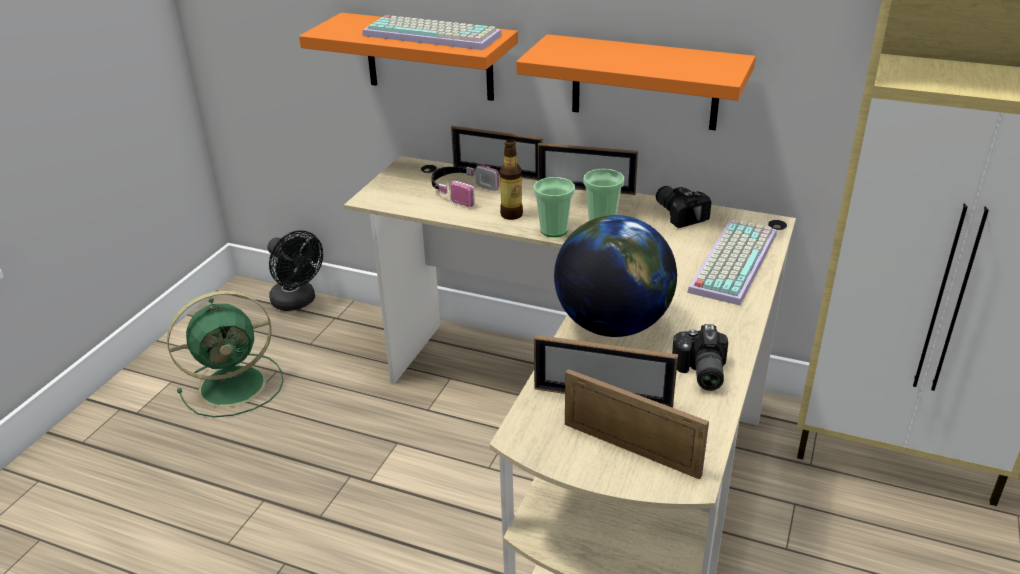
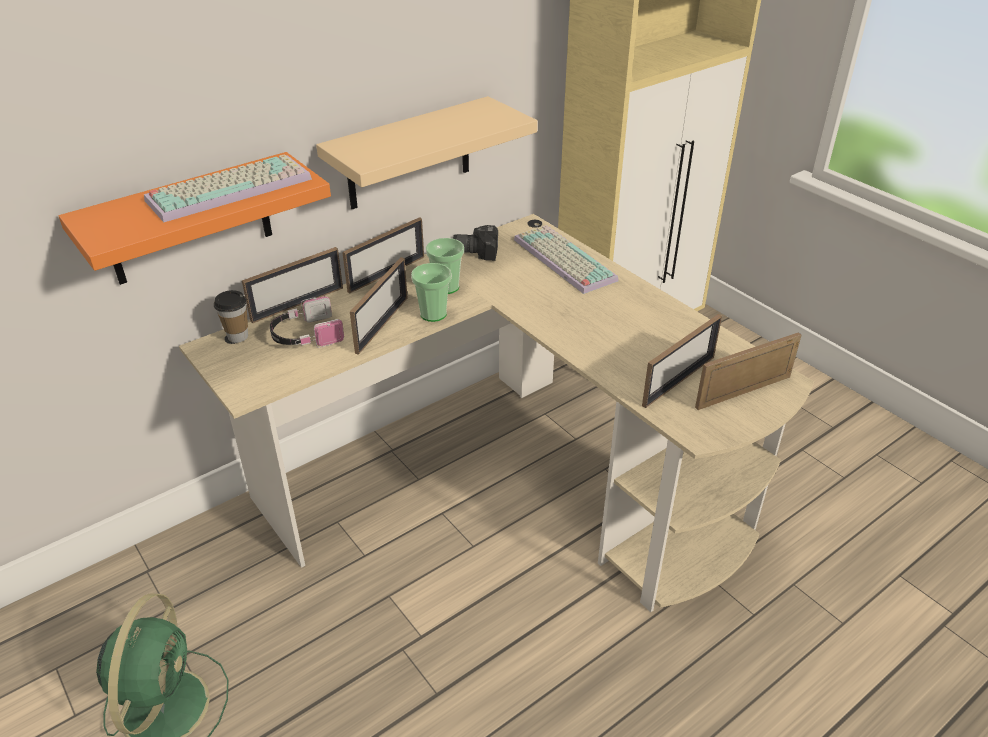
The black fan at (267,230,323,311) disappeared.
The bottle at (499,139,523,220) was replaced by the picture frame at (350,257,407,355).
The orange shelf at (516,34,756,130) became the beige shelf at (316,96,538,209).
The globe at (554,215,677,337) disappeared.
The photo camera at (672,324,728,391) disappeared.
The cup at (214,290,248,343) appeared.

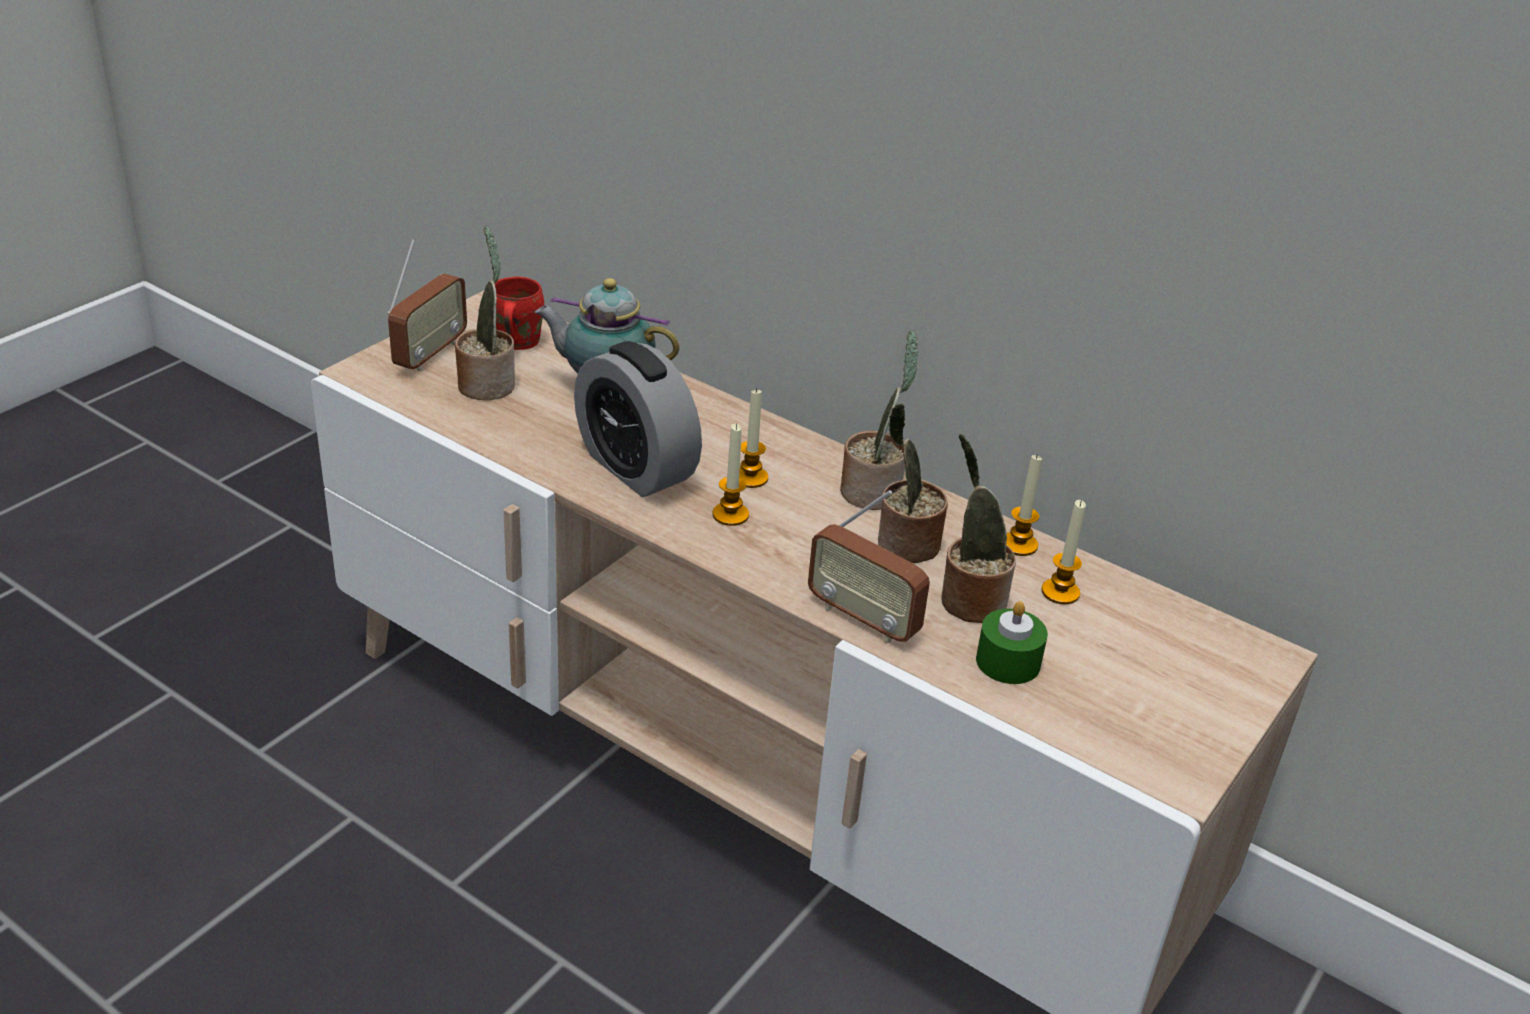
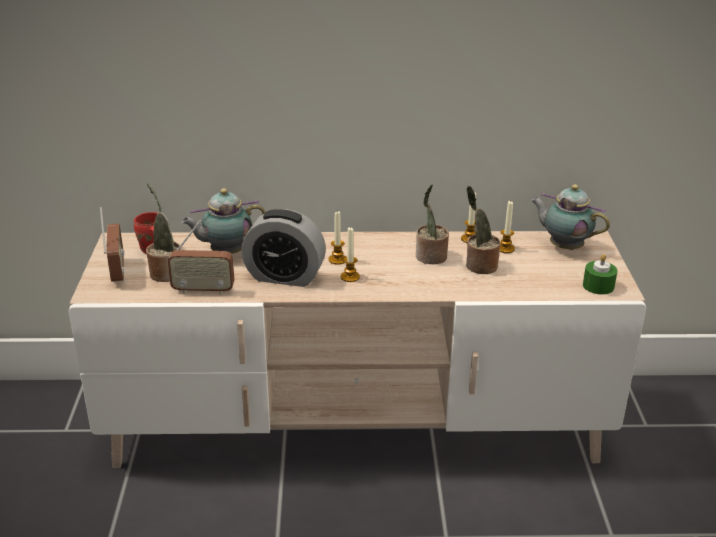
The radio moved from (808,490,930,644) to (168,220,234,295).
The potted plant at (840,330,919,510) disappeared.
The green candle moved from (976,601,1048,684) to (583,254,617,295).
The teapot at (531,184,610,250) appeared.

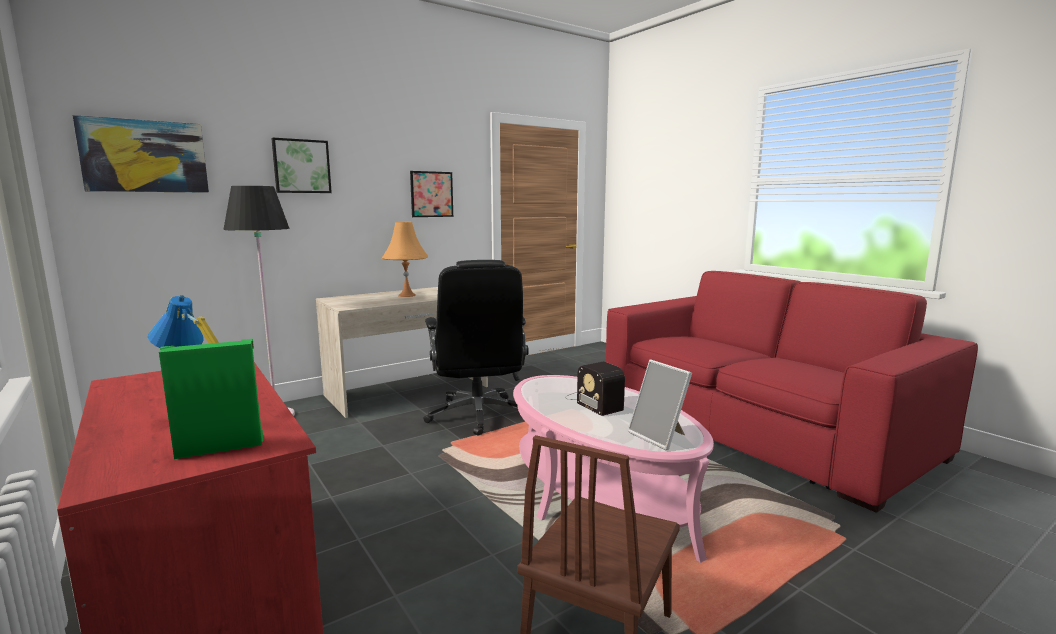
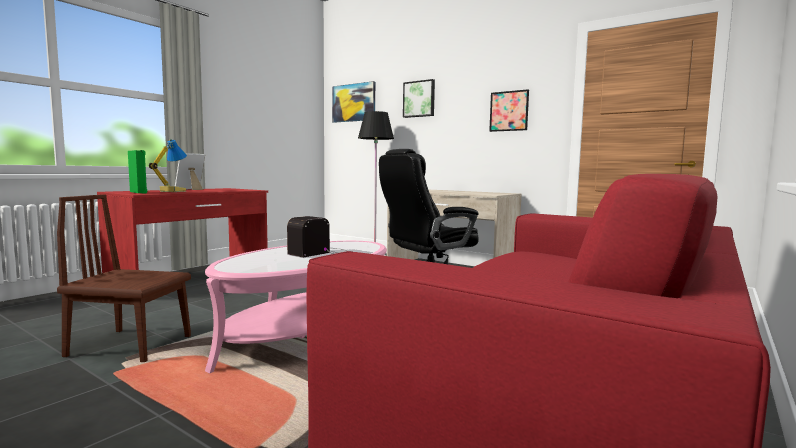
The orange table lamp at (382,222,428,297) disappeared.
The picture frame moved from (628,360,692,450) to (175,153,205,190).

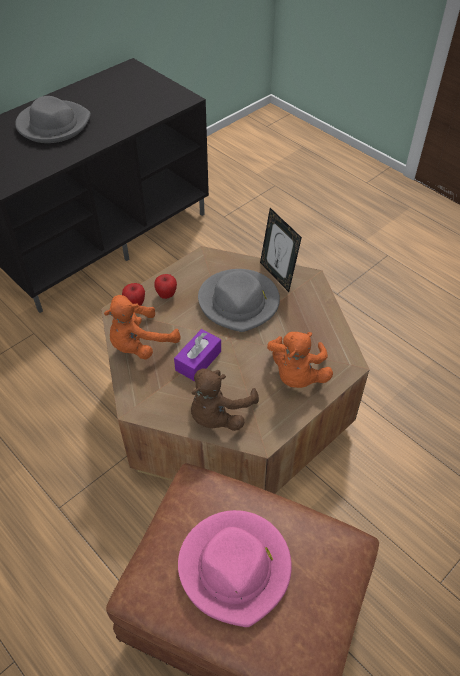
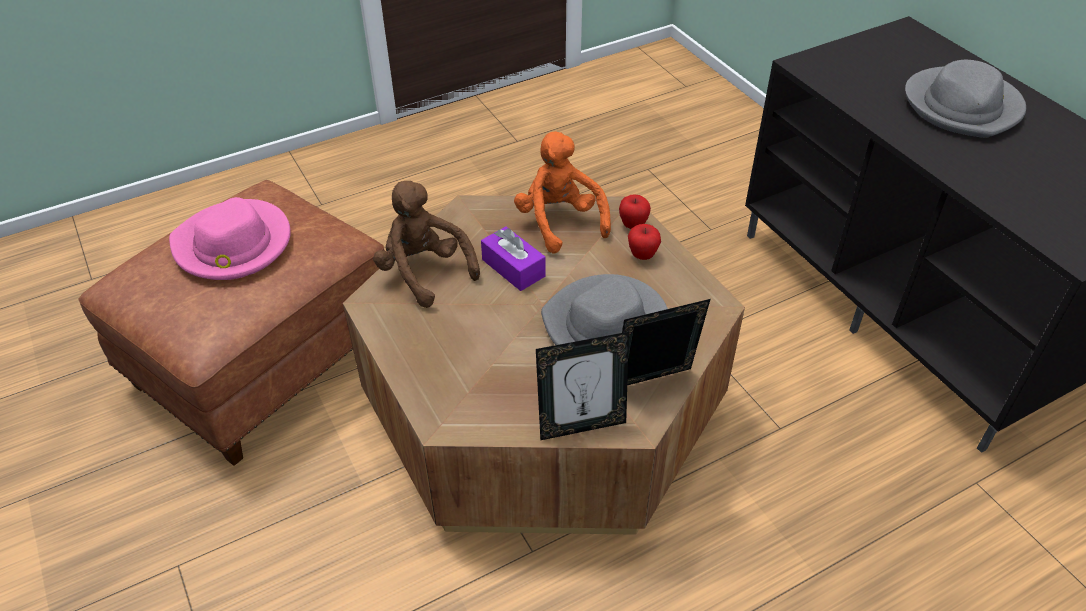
The orange plush toy at (267,332,333,388) disappeared.
The picture frame at (536,332,629,440) appeared.

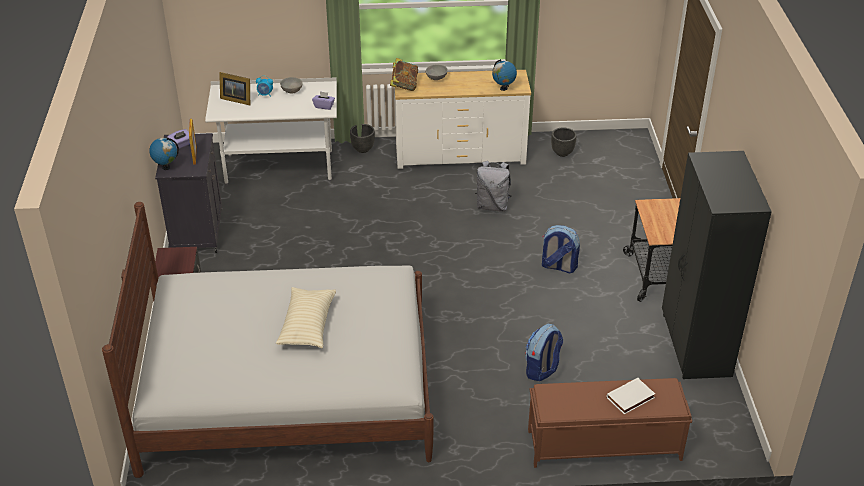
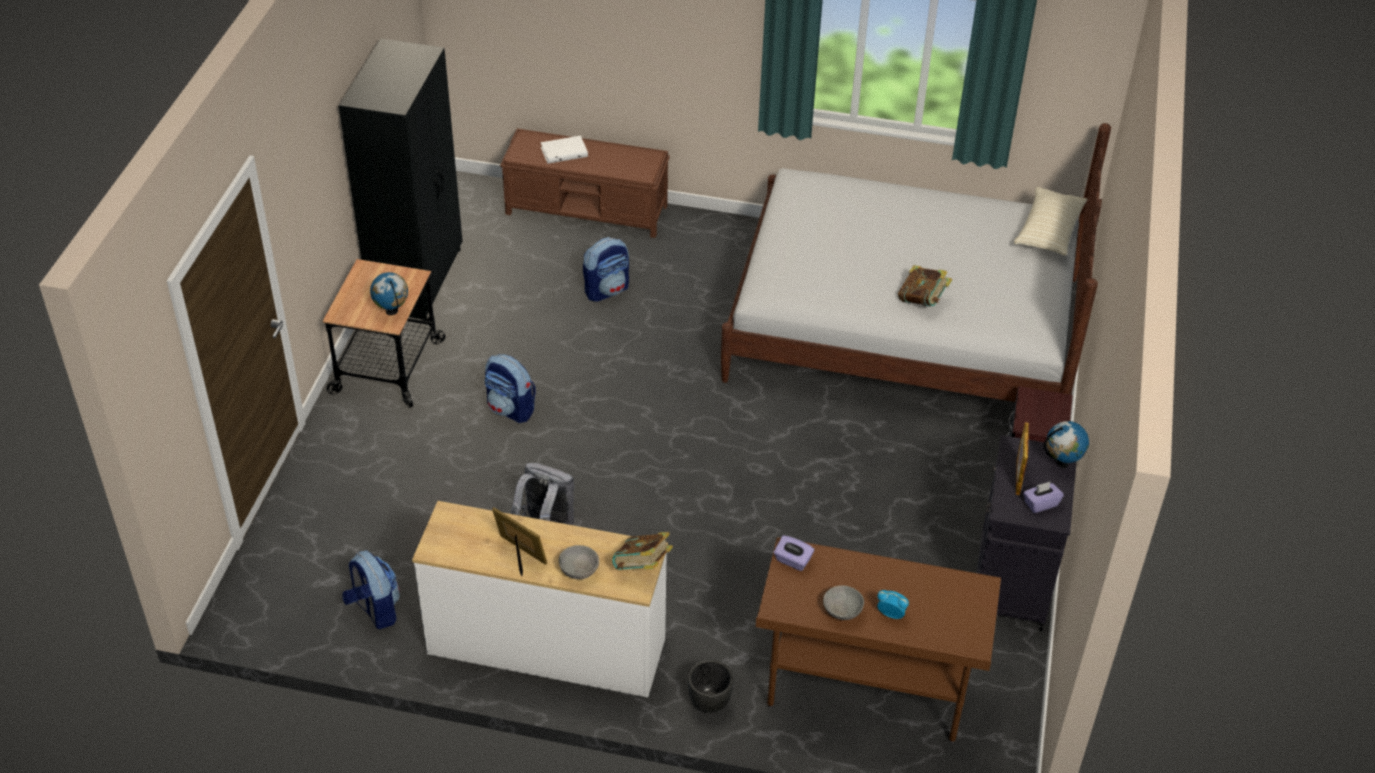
The white desk at (205,78,337,185) became the brown desk at (756,537,1001,743).
The picture frame moved from (219,72,250,105) to (492,507,547,576).
The beige pillow moved from (276,287,336,349) to (1014,187,1088,256).
The globe moved from (492,59,517,91) to (370,272,408,315).
The black planter at (551,127,577,157) was replaced by the backpack at (342,550,400,629).
The book at (898,265,952,307) appeared.

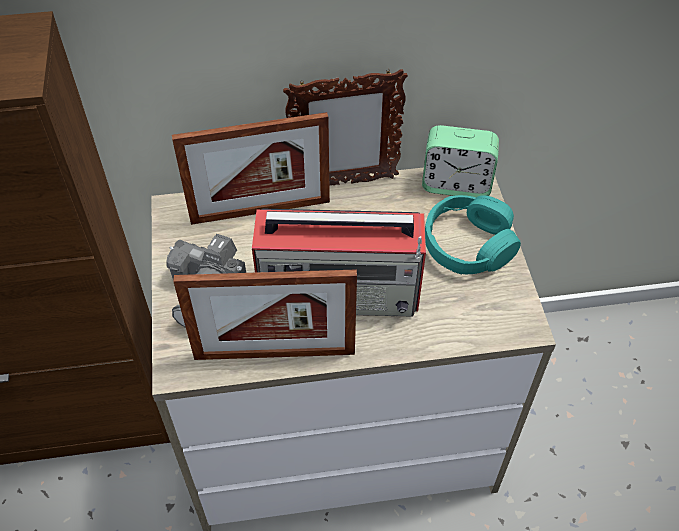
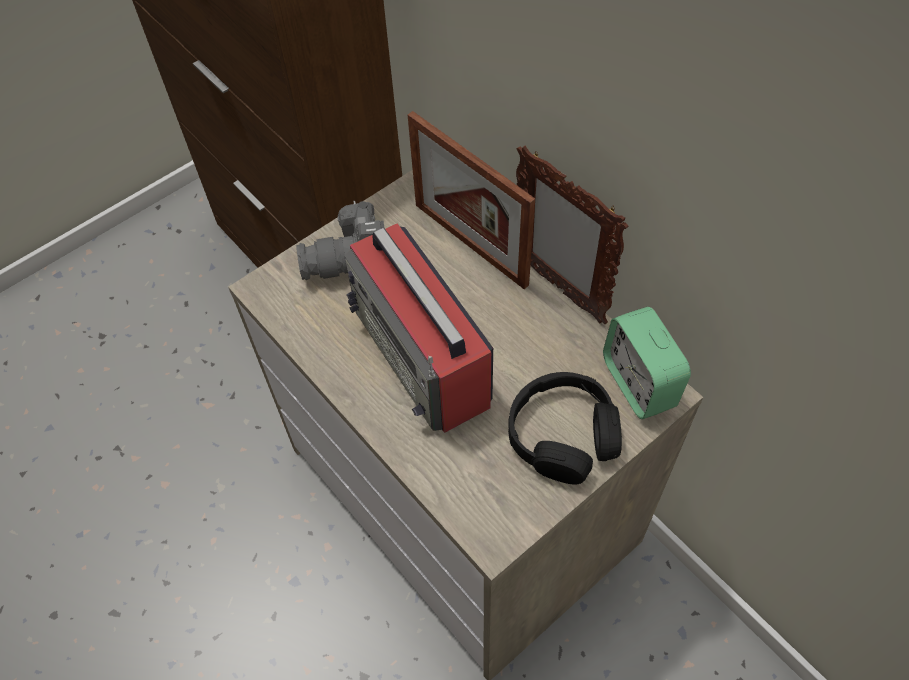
The picture frame at (173,270,357,360) disappeared.
The turquoise headphones at (425,195,521,274) became the black headphones at (508,372,622,485).

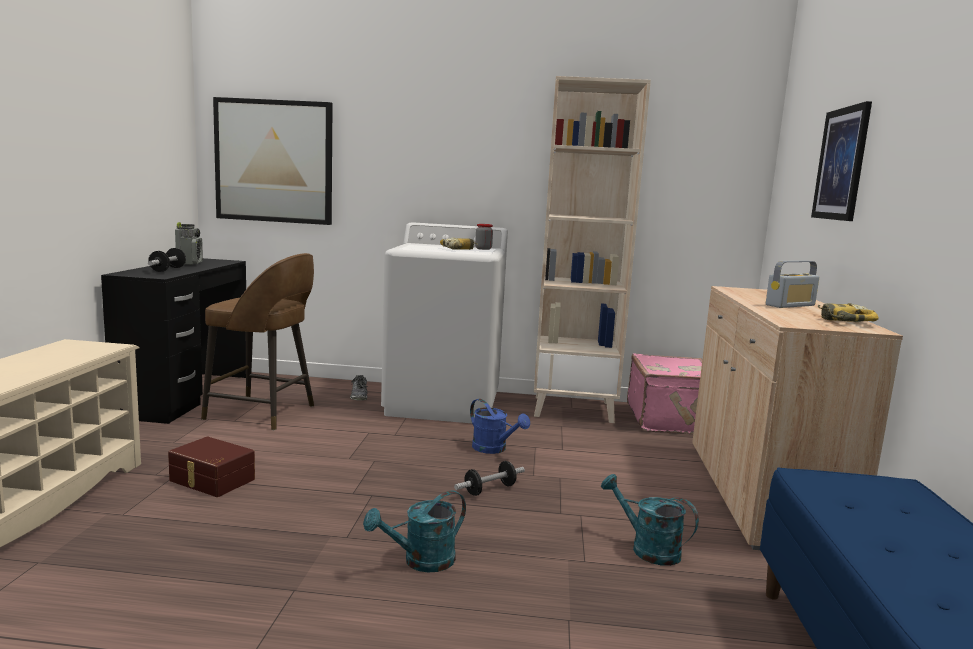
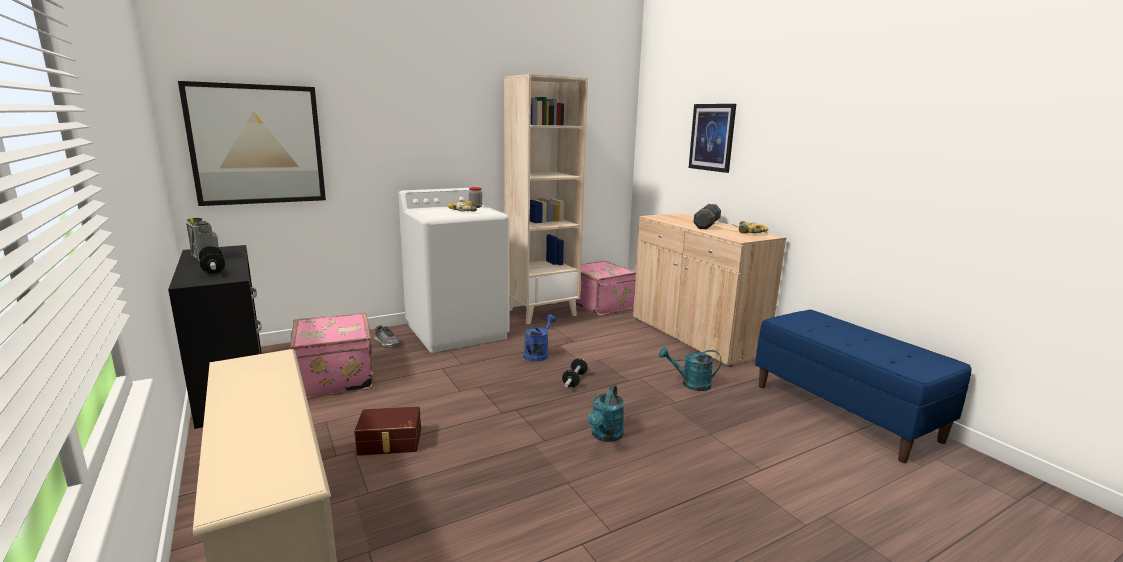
The brown stool at (201,253,314,430) was replaced by the pink suitcase at (289,312,375,399).
The blue watering can at (470,399,530,454) turned 75 degrees counterclockwise.
The radio at (766,260,819,308) was replaced by the black dumbbell at (693,204,721,229).

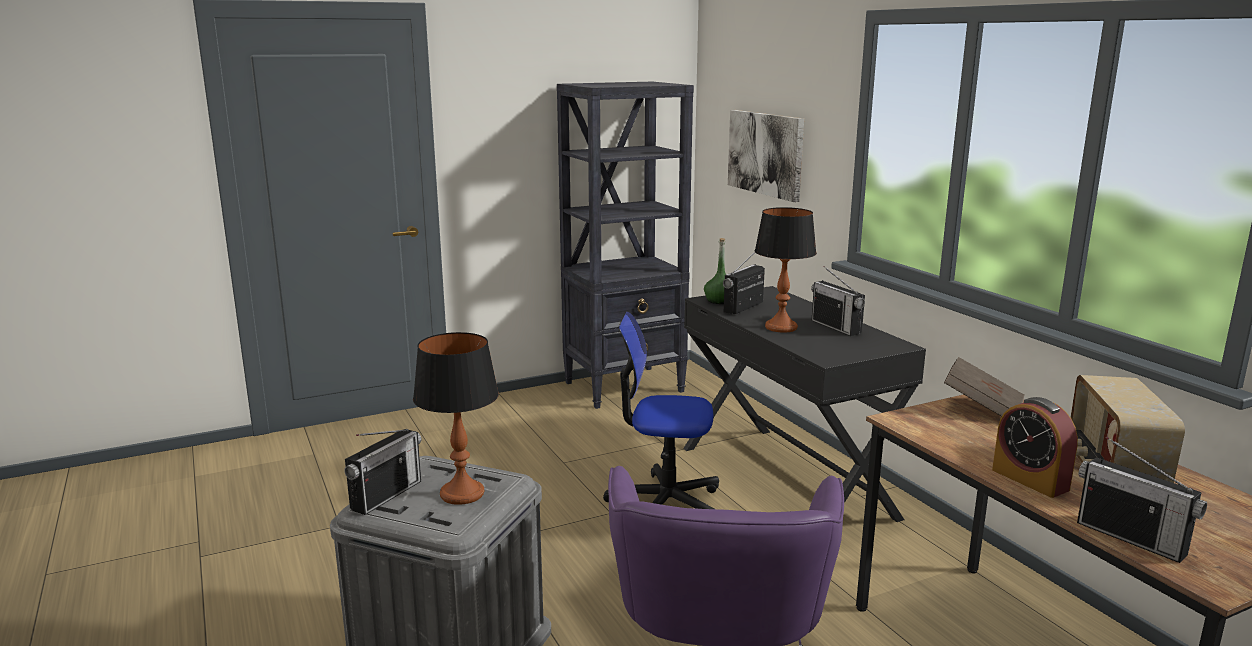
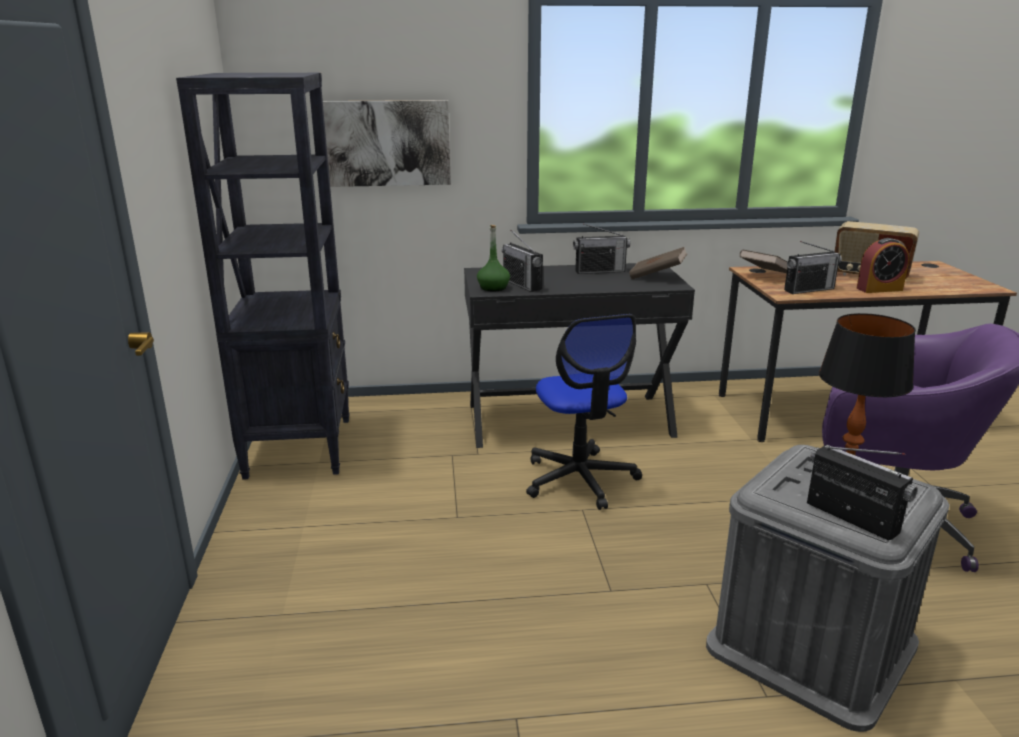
The office chair at (603,312,719,509) turned 45 degrees counterclockwise.
The table lamp at (755,207,817,333) disappeared.
The radio moved from (1077,437,1207,563) to (784,241,842,294).
The brown book at (629,247,687,279) appeared.

